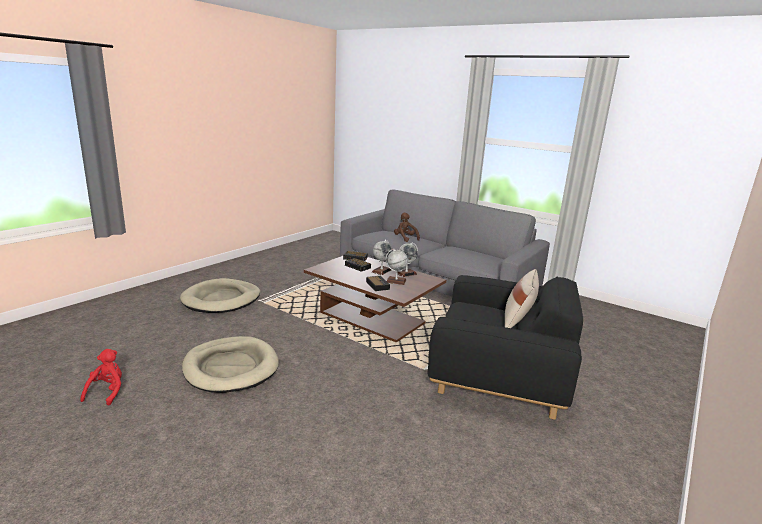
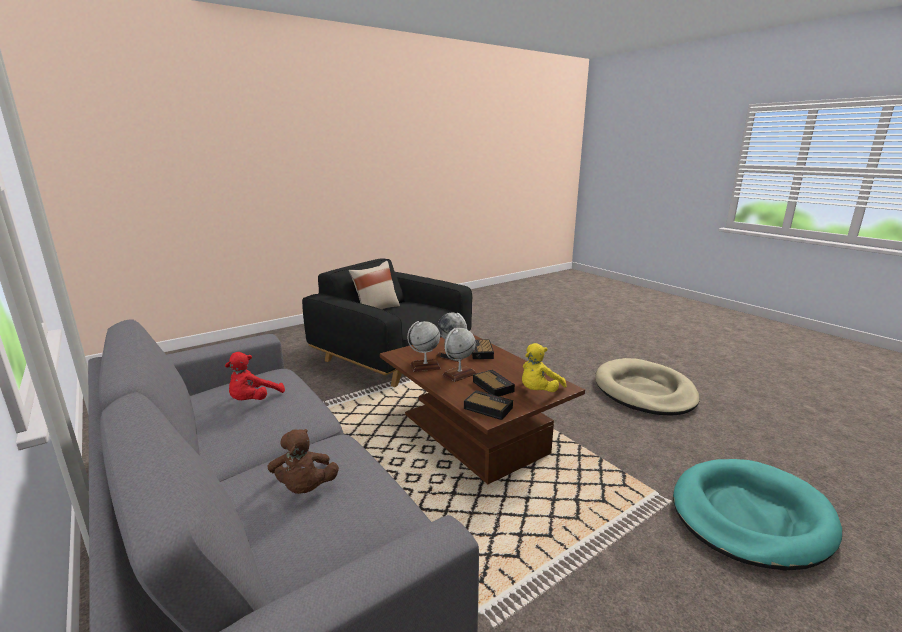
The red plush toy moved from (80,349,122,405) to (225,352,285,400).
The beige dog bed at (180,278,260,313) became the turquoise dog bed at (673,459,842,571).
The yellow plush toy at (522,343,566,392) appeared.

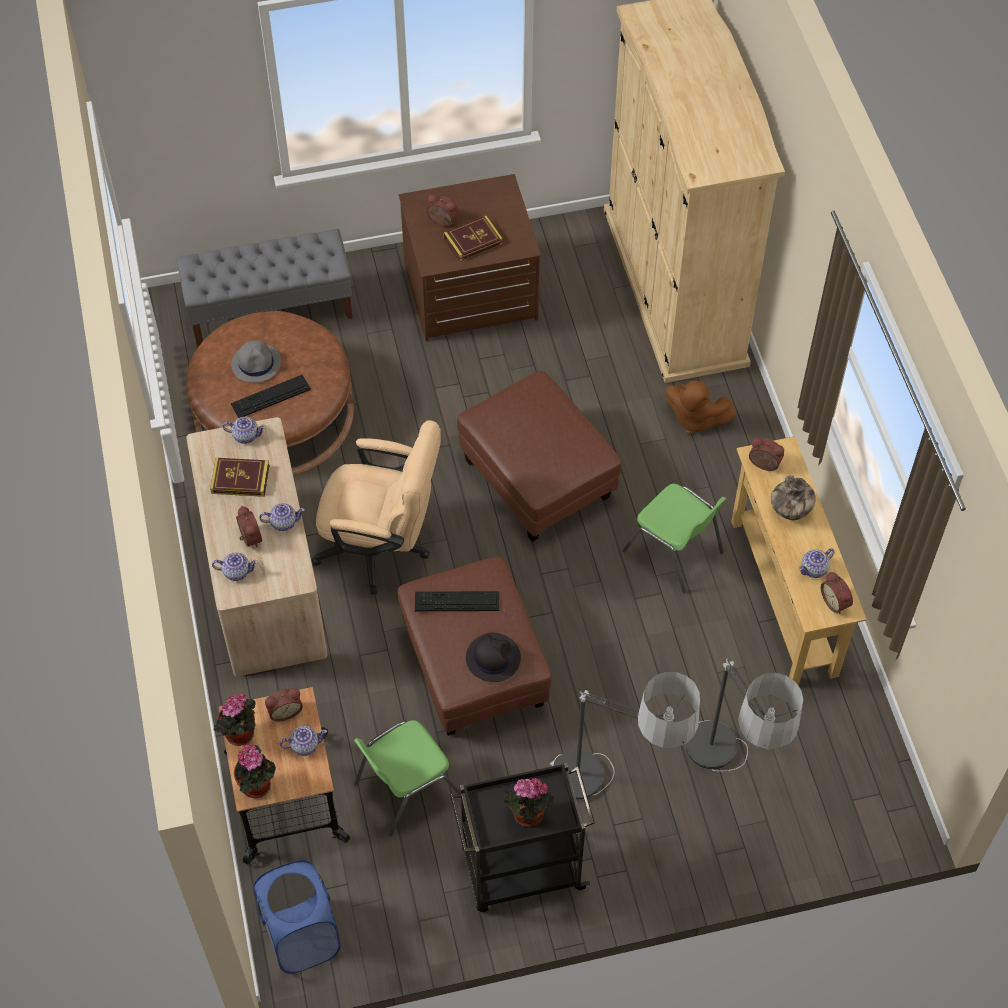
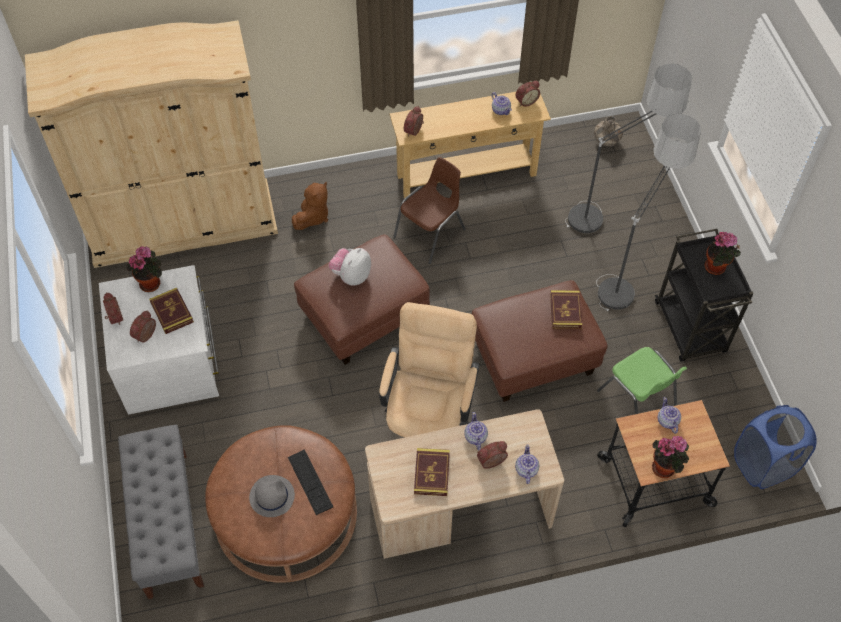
The teapot at (222,417,266,444) disappeared.
The potted plant moved from (234,744,276,798) to (127,246,162,292).
The alarm clock moved from (265,688,303,721) to (103,292,123,325).
The brown dresser at (399,174,541,341) became the white dresser at (99,265,219,415).
The keyboard at (415,591,499,611) disappeared.
The black hat at (466,632,521,682) was replaced by the book at (550,290,582,329).
The green chair at (623,484,726,593) became the brown chair at (393,157,466,264).
The vase moved from (771,475,816,520) to (594,116,623,147).
The plush toy at (329,248,371,285) appeared.

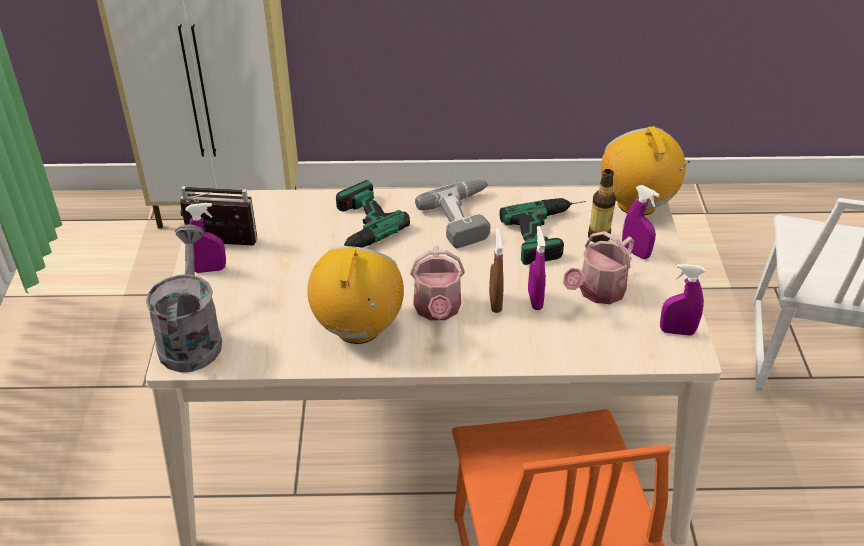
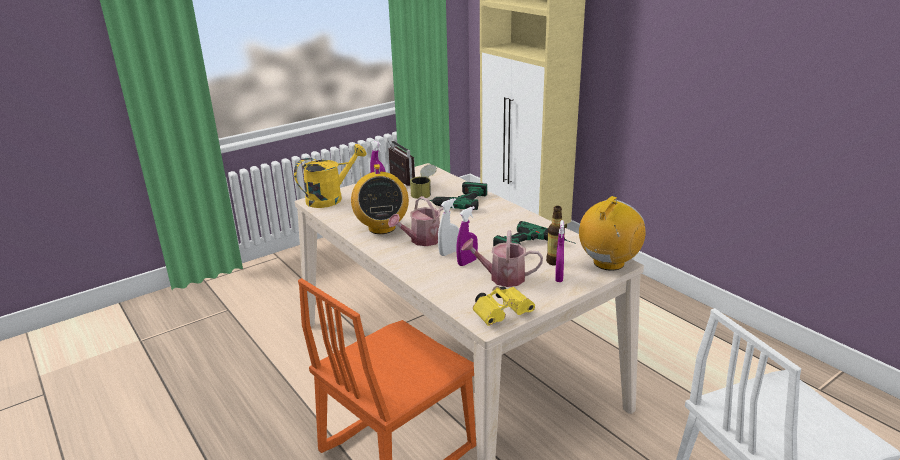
The grey watering can at (146,224,222,373) became the yellow watering can at (294,144,366,208).
The radio at (307,246,404,344) turned 105 degrees clockwise.
The power drill at (415,180,491,248) disappeared.
The brown spray bottle at (489,228,504,313) became the white spray bottle at (438,198,459,256).
The purple spray bottle at (660,264,705,336) was replaced by the yellow binoculars at (473,286,535,326).
The can at (410,164,437,199) appeared.

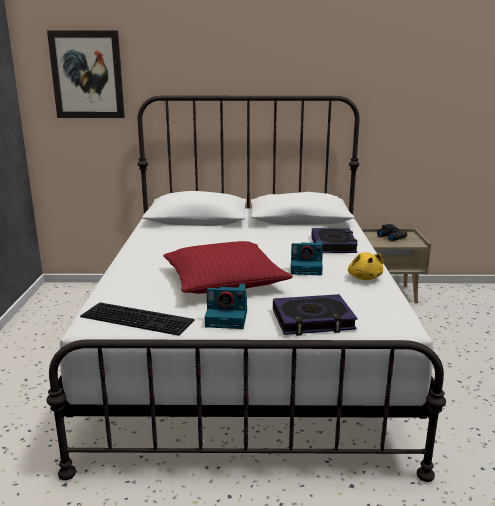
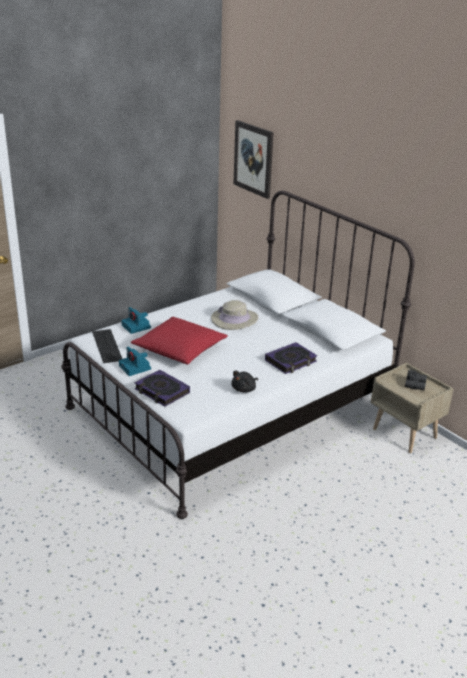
The photo camera moved from (291,241,323,275) to (121,307,151,334).
The yellow plush toy at (348,252,383,280) became the black plush toy at (231,370,258,392).
The beige hat at (211,300,259,330) appeared.

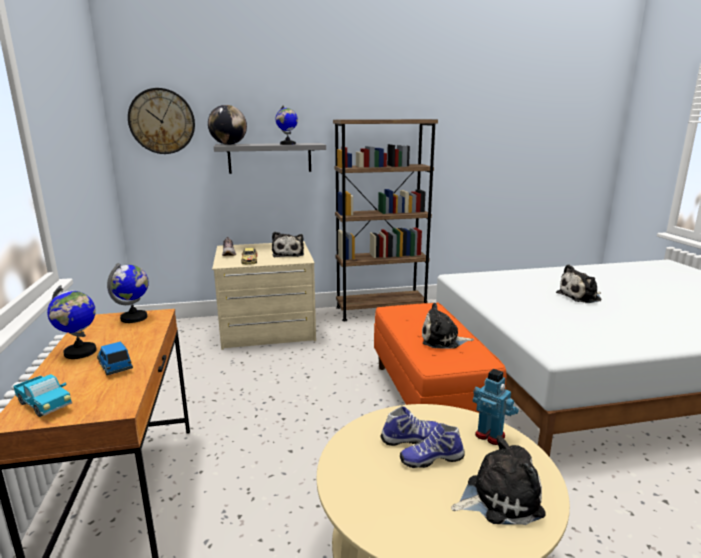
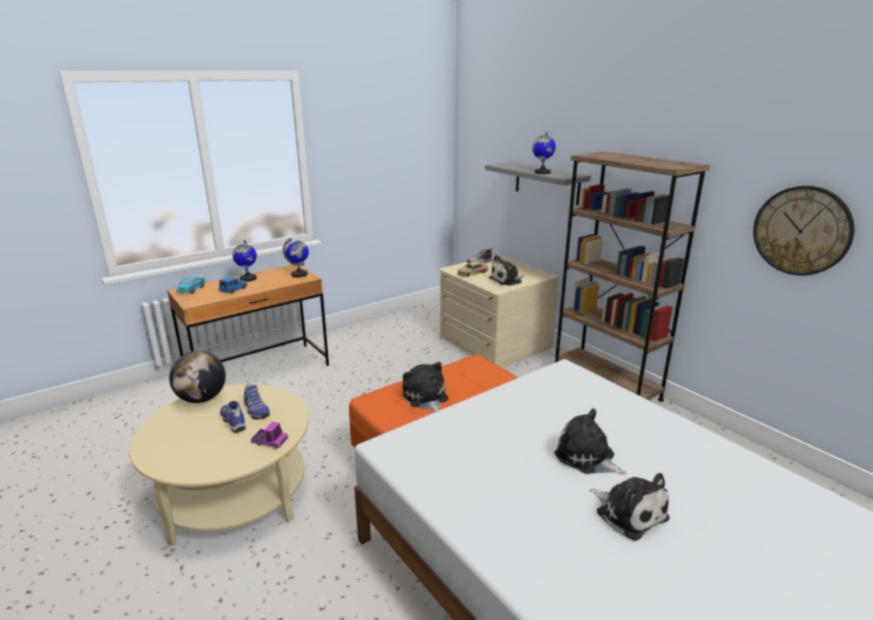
The wall clock moved from (128,88,195,154) to (753,186,854,276).
The globe moved from (208,105,247,145) to (169,351,226,403).
The plush toy moved from (451,435,546,525) to (590,473,670,541).
The toy robot at (473,369,519,445) was replaced by the toy truck at (251,422,288,449).

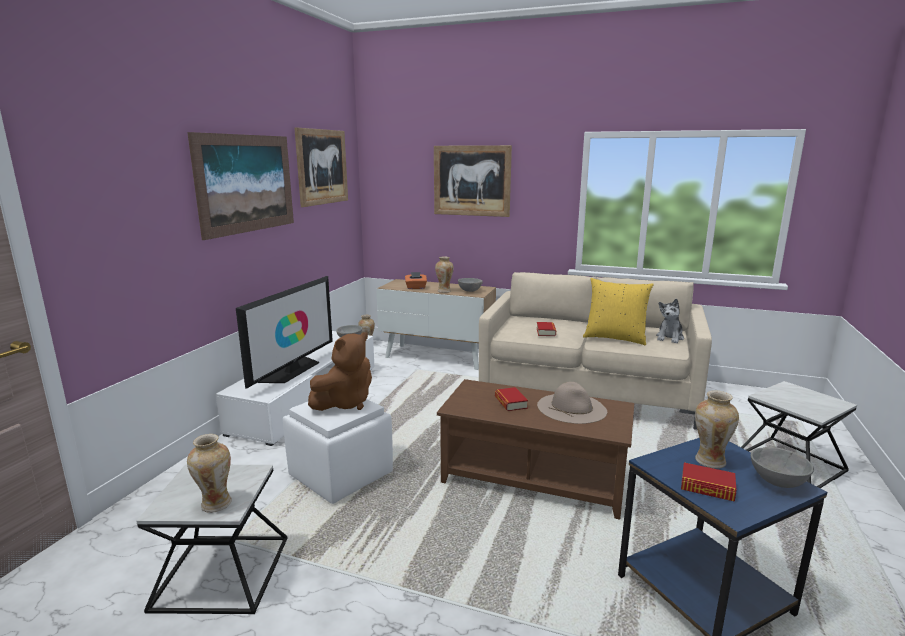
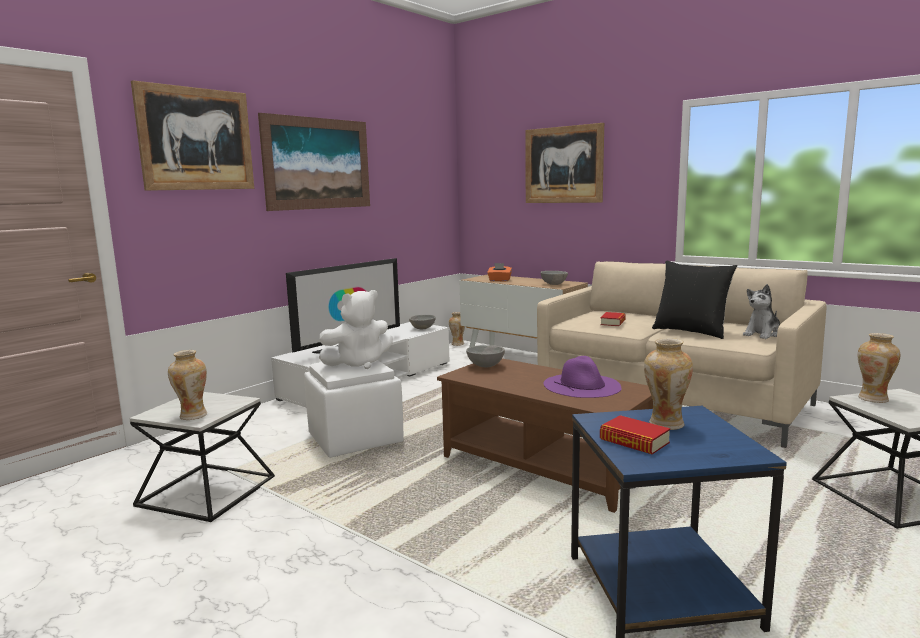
The picture moved from (294,127,348,207) to (131,80,254,191).
The brown plush toy at (308,332,372,411) became the white plush toy at (319,290,393,369).
The vase moved from (435,257,454,293) to (858,333,900,403).
The book at (495,387,528,411) disappeared.
The beige hat at (537,382,607,424) became the purple hat at (544,356,622,398).
The yellow pillow at (583,278,654,345) became the black pillow at (652,261,737,339).
The grey bowl moved from (751,447,814,488) to (466,345,505,367).

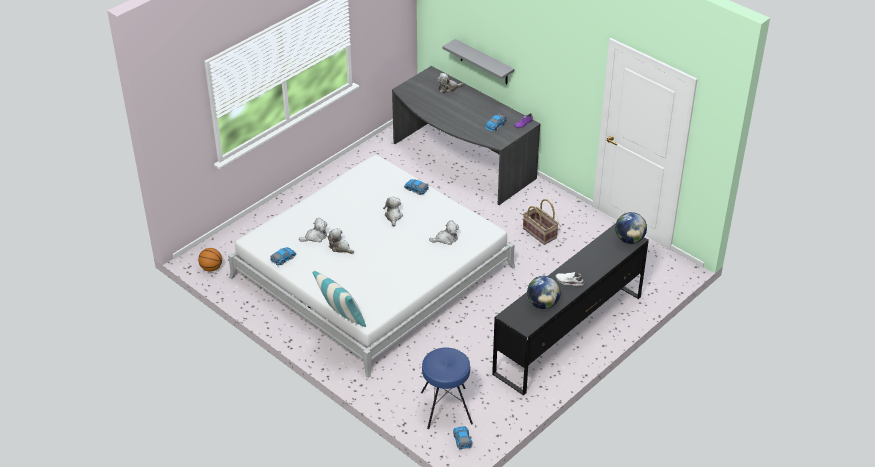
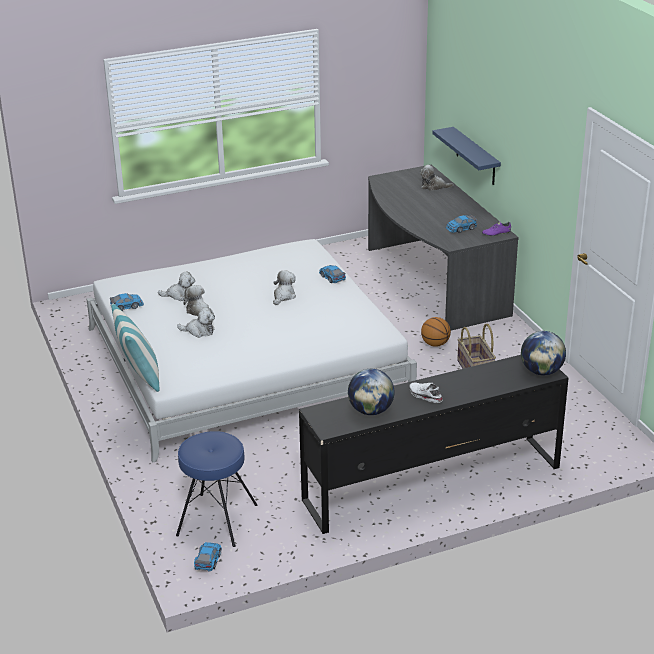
The basketball moved from (198,248,222,271) to (421,317,451,347).
The plush toy moved from (429,220,459,245) to (177,307,215,338).
The grey shelf at (442,39,514,84) became the blue shelf at (432,127,501,185).

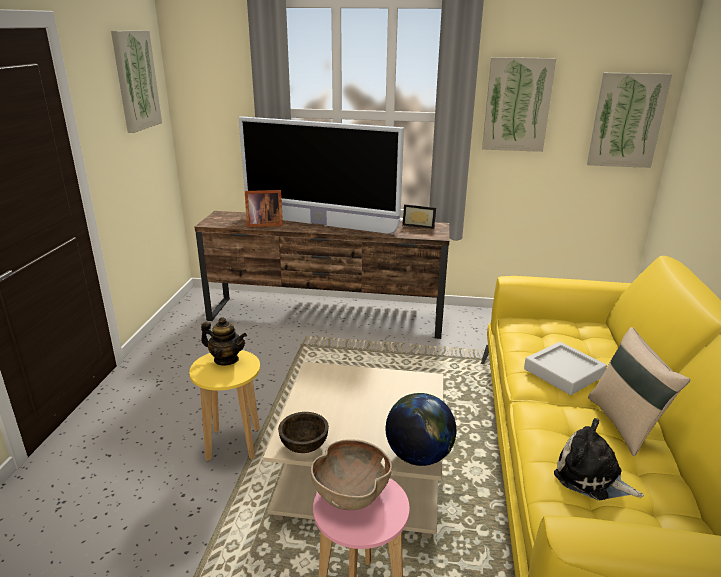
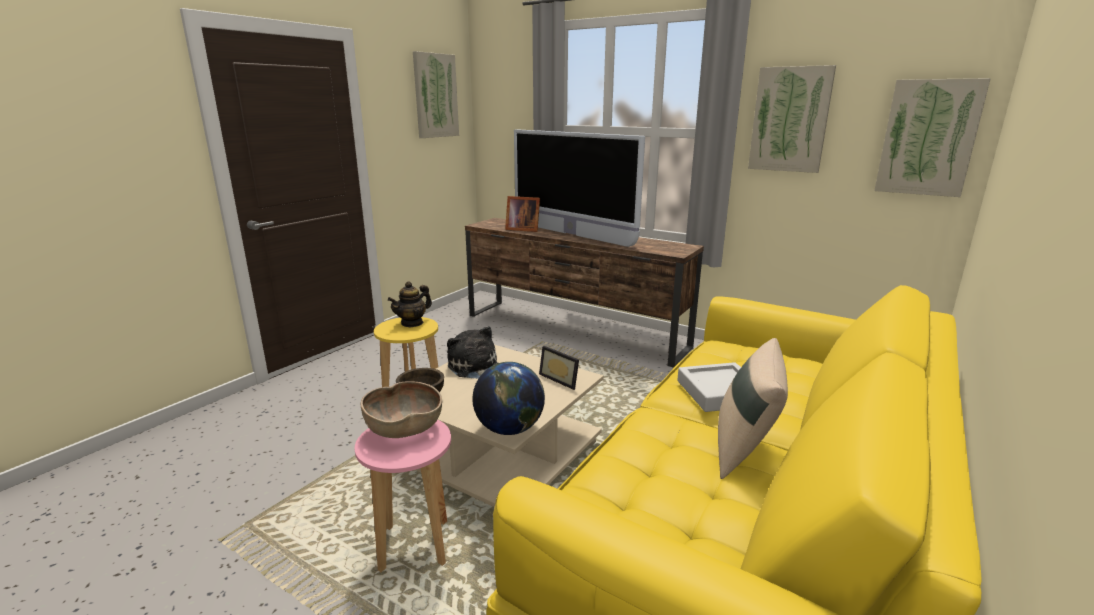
The teapot at (201,317,247,365) turned 90 degrees clockwise.
The picture frame moved from (402,204,436,229) to (539,346,579,390).
The plush toy moved from (554,418,644,500) to (447,326,498,379).

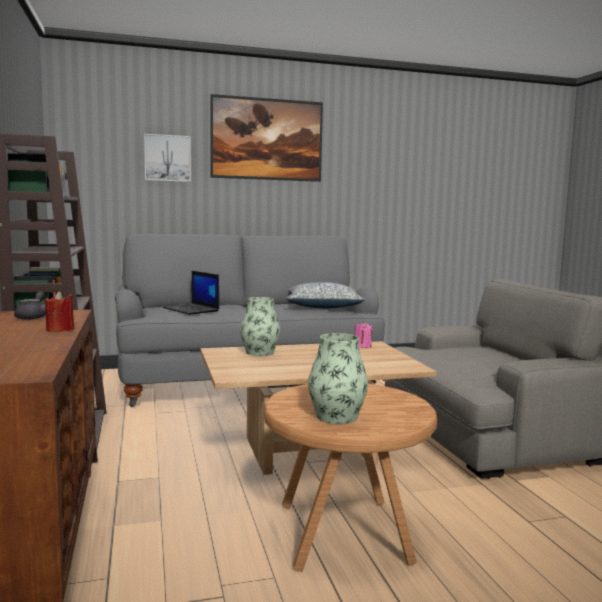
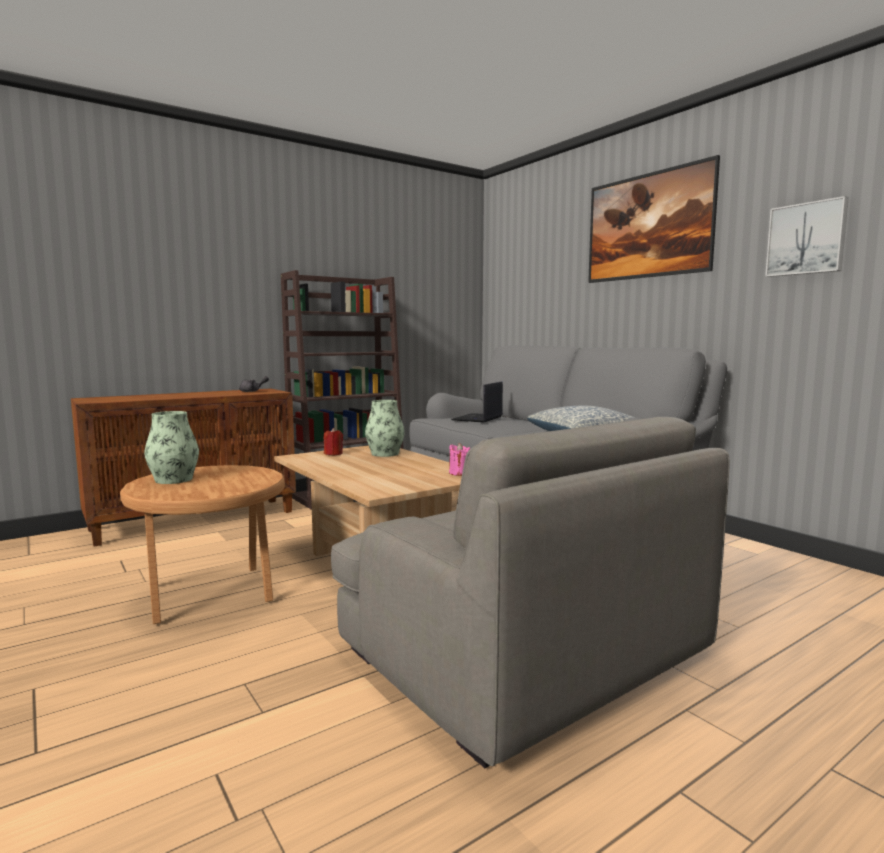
The red candle moved from (45,291,74,332) to (324,428,343,455).
The picture moved from (144,134,191,182) to (765,196,849,277).

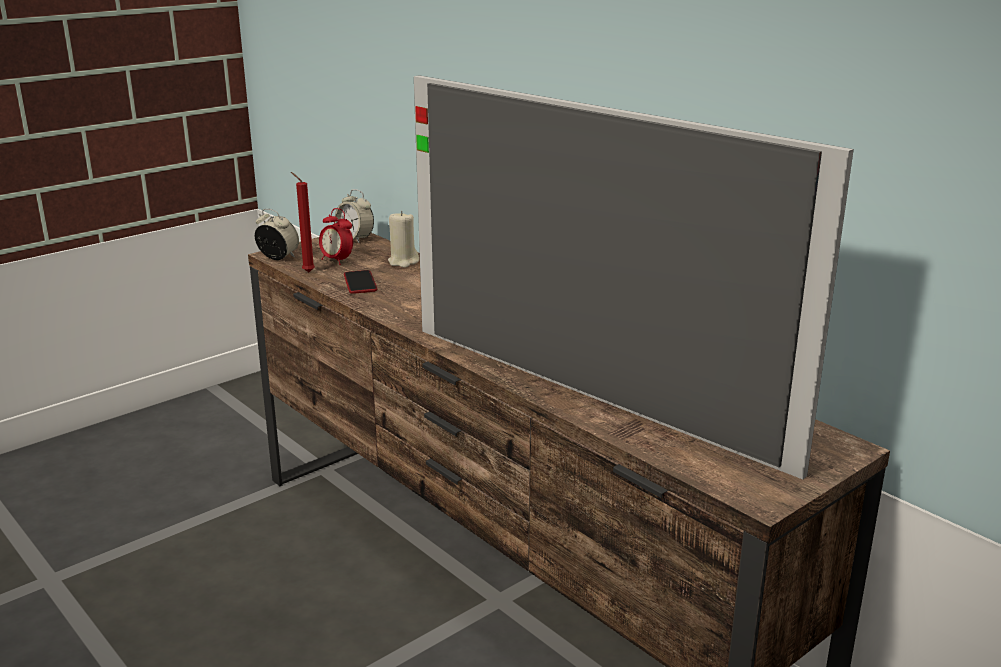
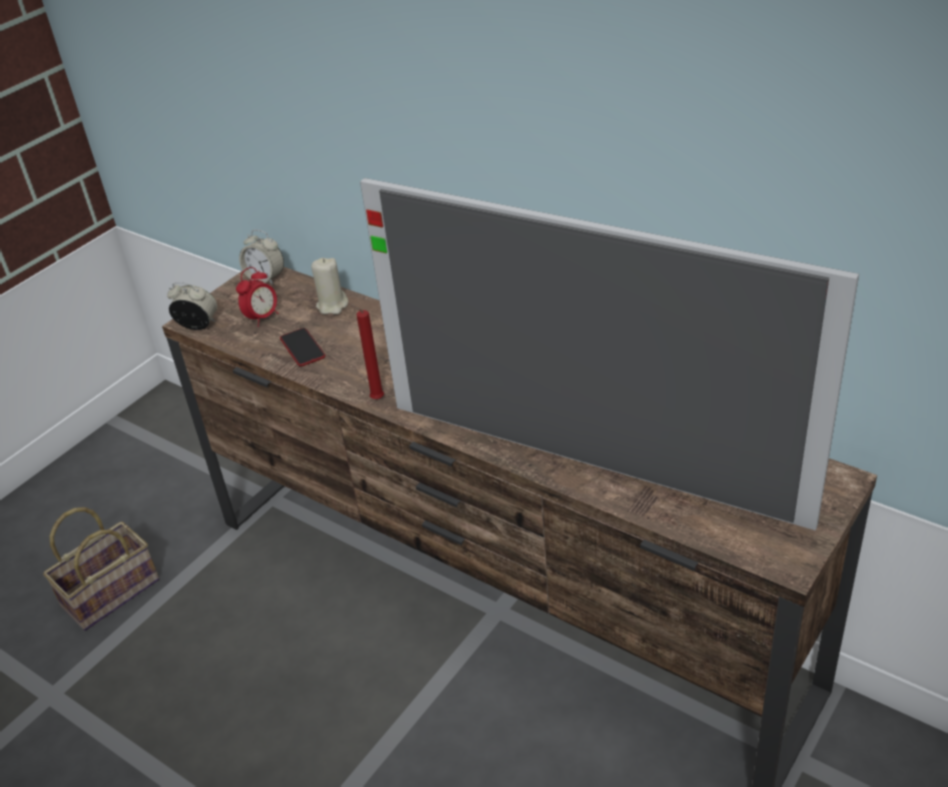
The red candle moved from (291,172,315,272) to (348,303,384,399).
The alarm clock at (319,208,353,265) turned 75 degrees counterclockwise.
The basket at (43,507,159,631) appeared.

